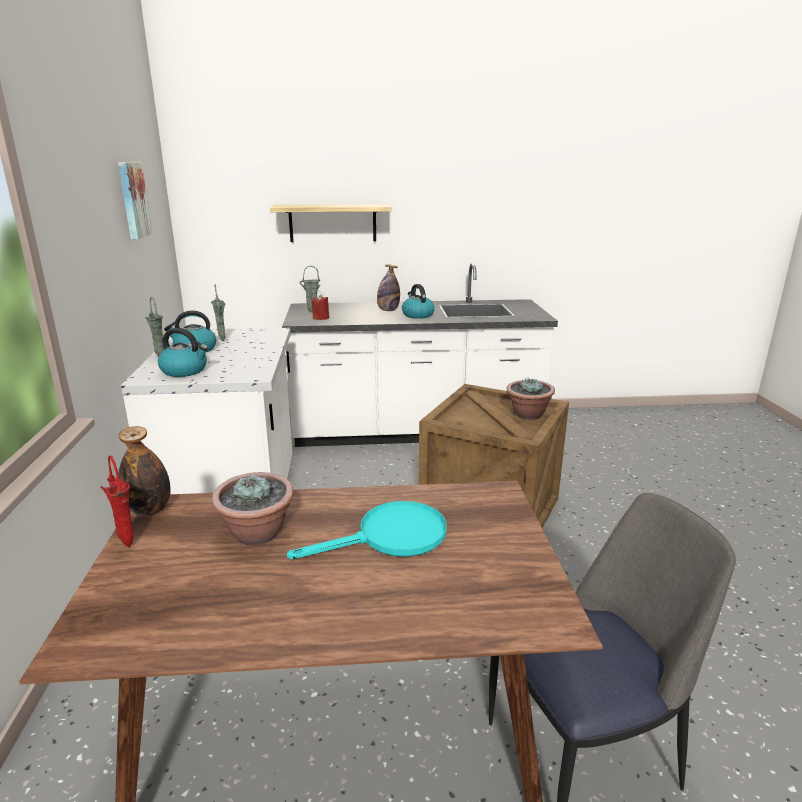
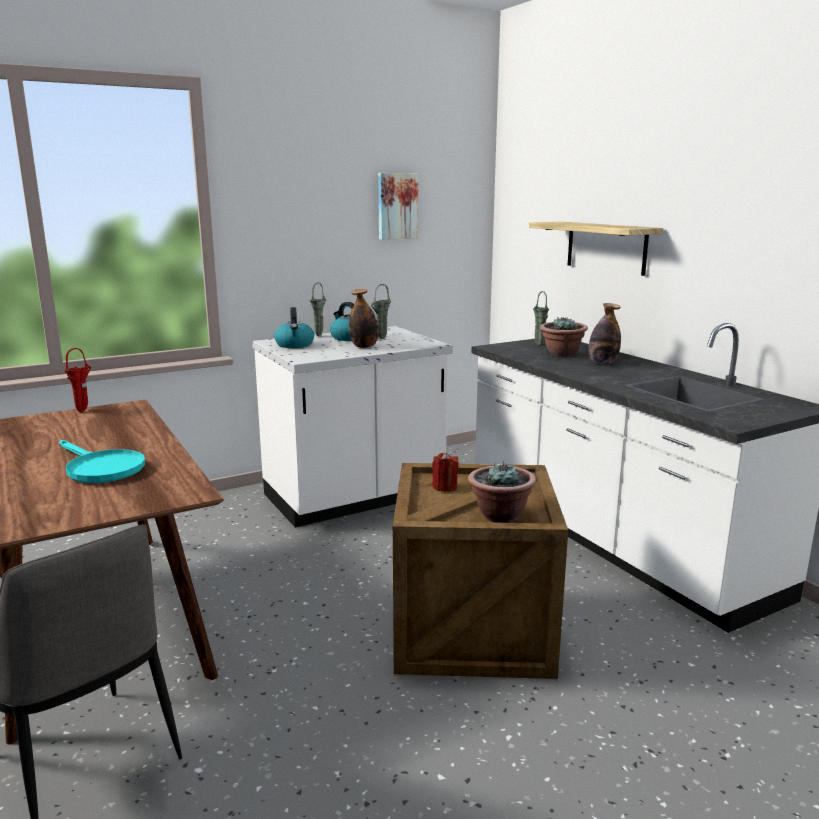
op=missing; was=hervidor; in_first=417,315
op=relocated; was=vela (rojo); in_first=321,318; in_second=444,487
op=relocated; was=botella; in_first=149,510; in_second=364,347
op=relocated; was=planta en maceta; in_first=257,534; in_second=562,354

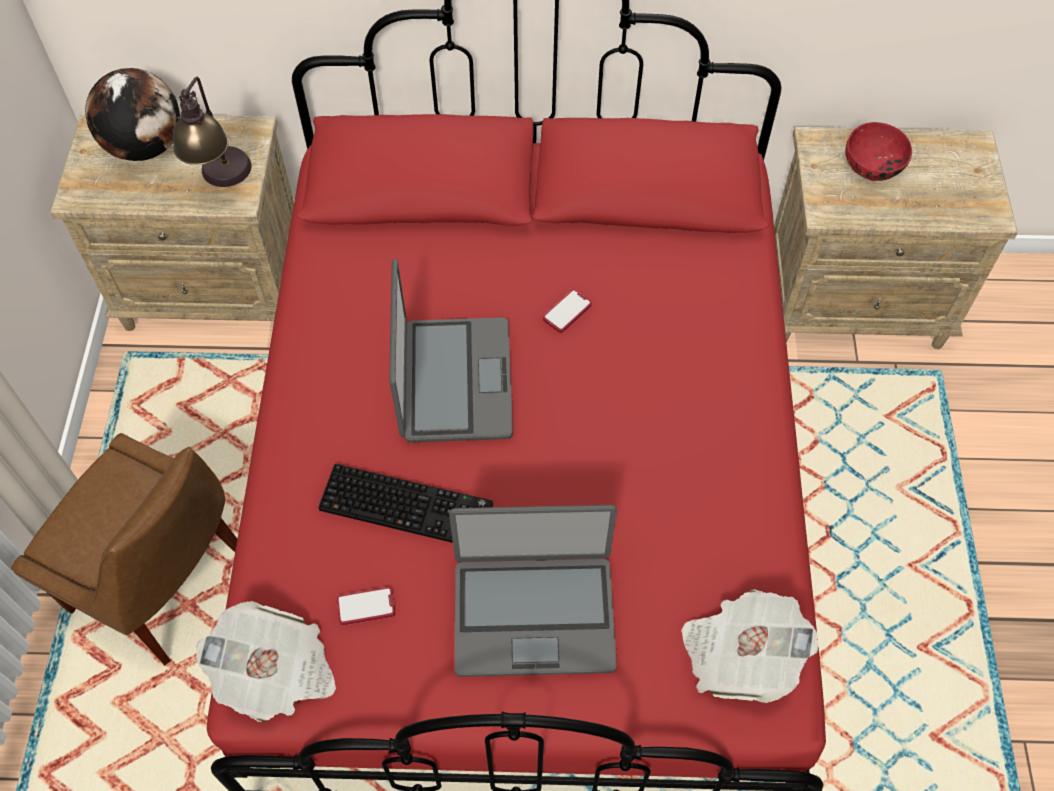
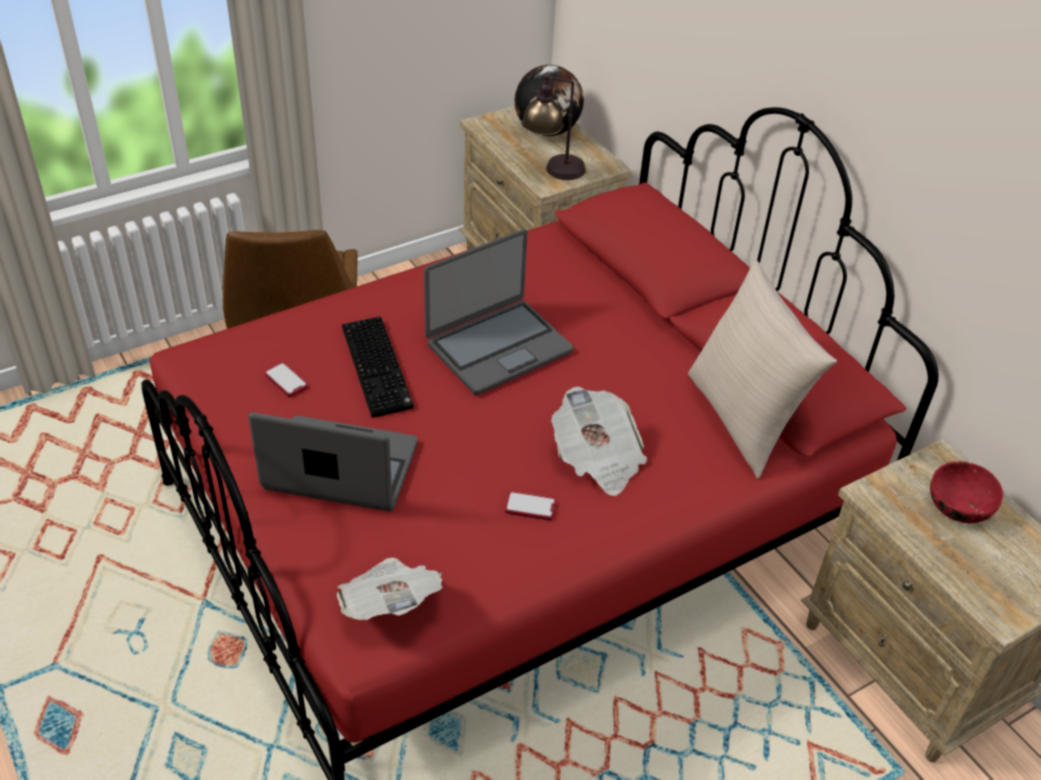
op=relocated; was=móvil; in_first=567,312; in_second=530,507
op=spun; was=portátil; in_first=534,614; in_second=340,468; clockwise=135
op=relocated; was=periódico; in_first=276,673; in_second=597,459
op=appeared; now=cojín (beis); in_second=743,419

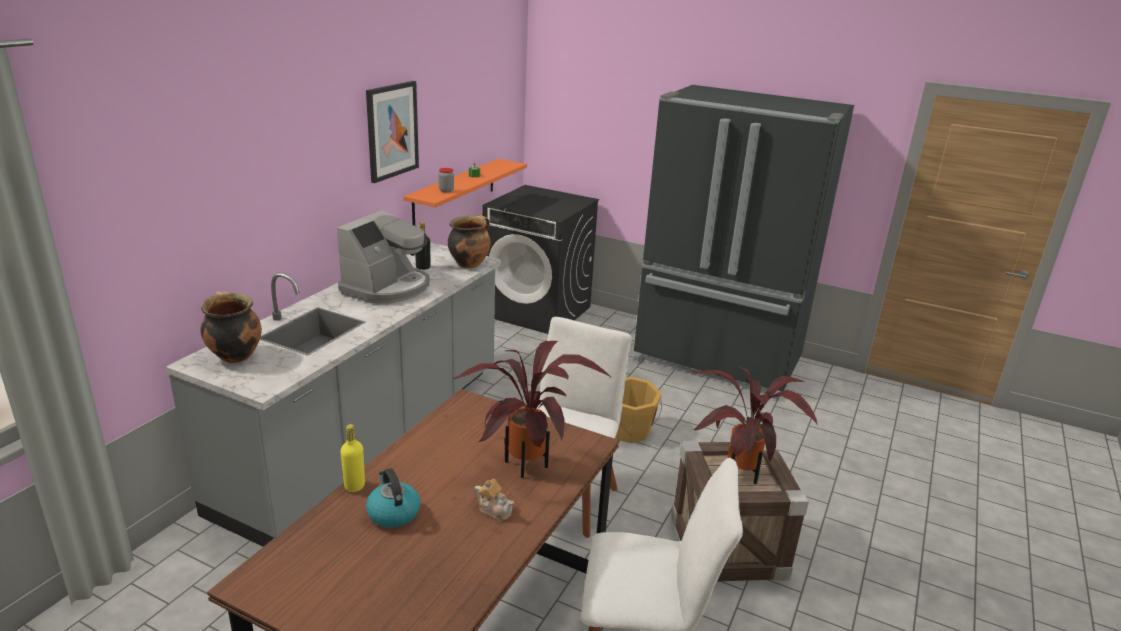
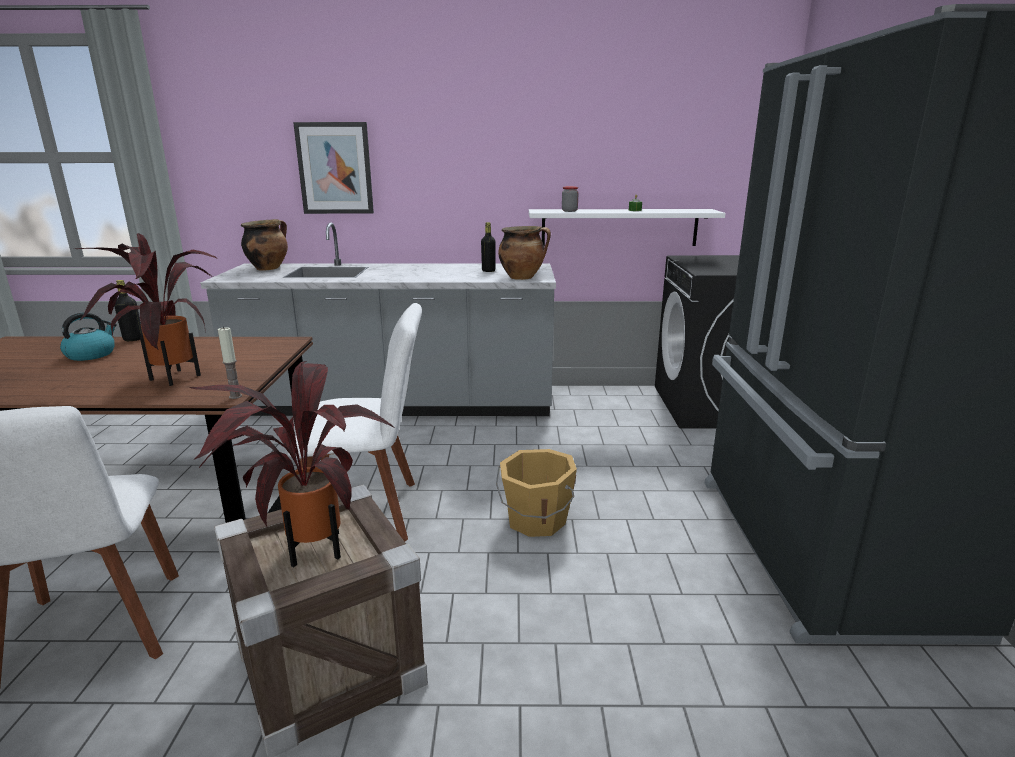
op=relocated; was=cuadro; in_first=392,130; in_second=335,168
op=colour; was=estante (naranja); now=estante (blanco); in_first=455,191; in_second=619,227
op=missing; was=cafetera; in_first=387,288
op=colour; was=botella (amarillo); now=botella (negro); in_first=354,486; in_second=133,339
op=missing; was=tetera; in_first=494,510
op=appeared; now=vela; in_second=235,396

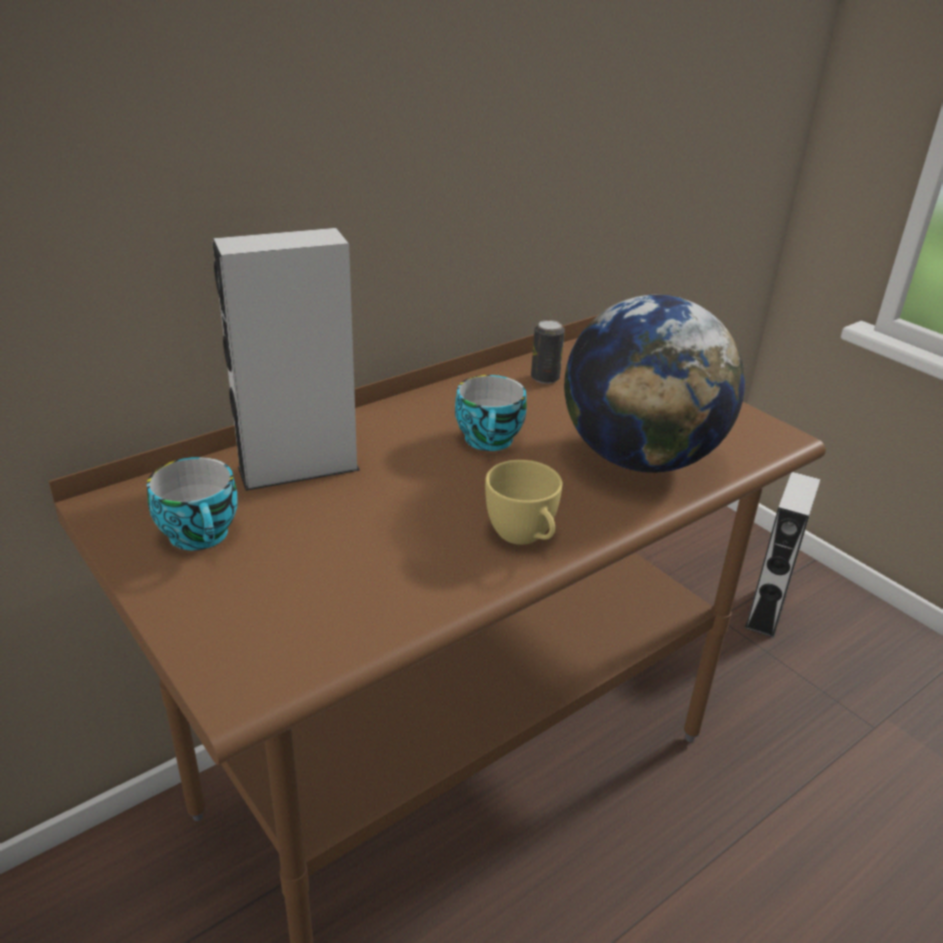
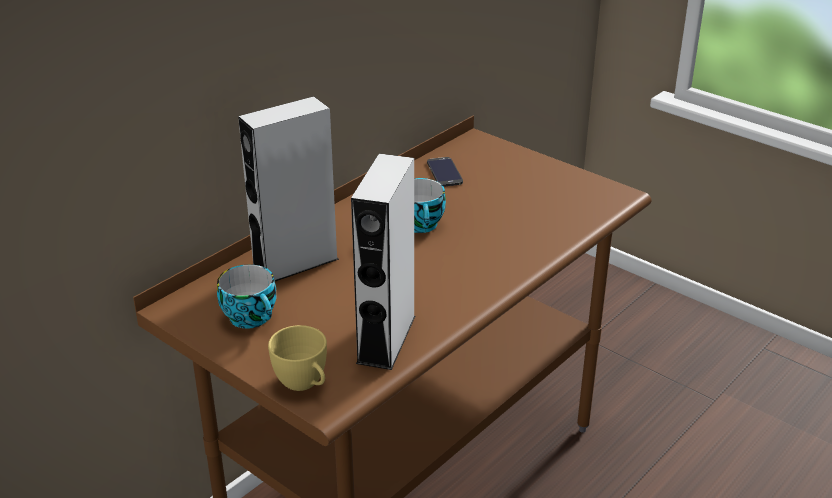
op=missing; was=globo terráqueo; in_first=641,458
op=exchanged; was=lata; now=móvil; in_first=545,378; in_second=444,172
op=relocated; was=taza (amarillo); in_first=524,537; in_second=304,384
op=relocated; was=altavoz (gris); in_first=766,611; in_second=386,339

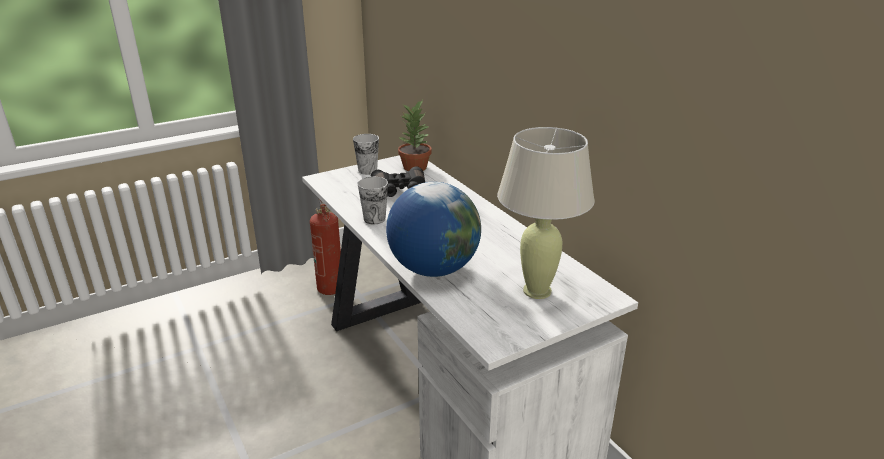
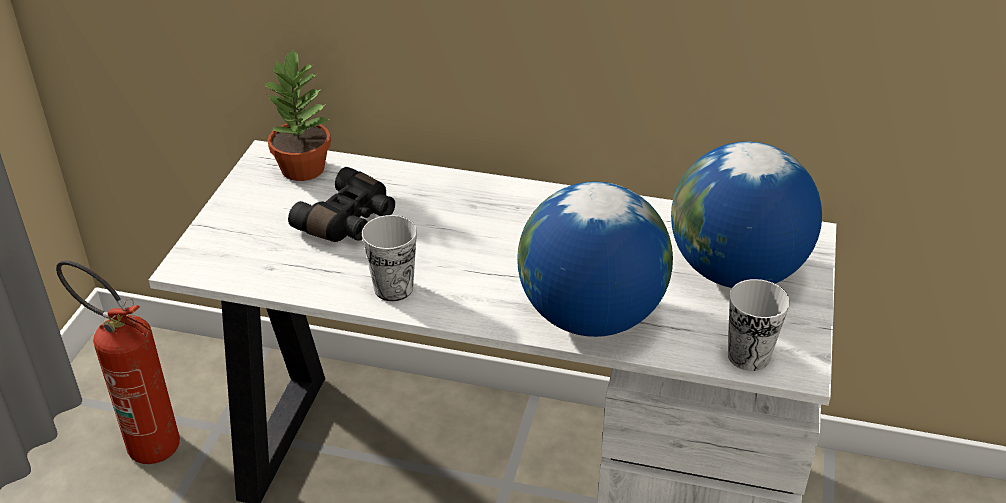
op=exchanged; was=lámpara de mesa (beis); now=globo terráqueo; in_first=537,290; in_second=735,272
op=relocated; was=taza; in_first=367,170; in_second=748,356

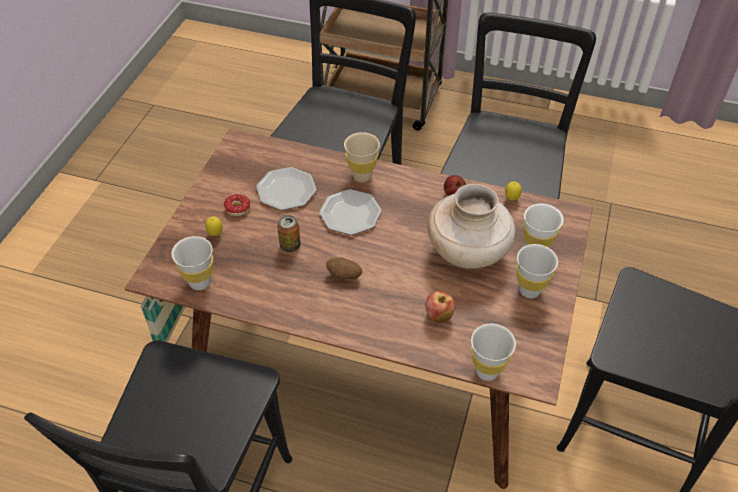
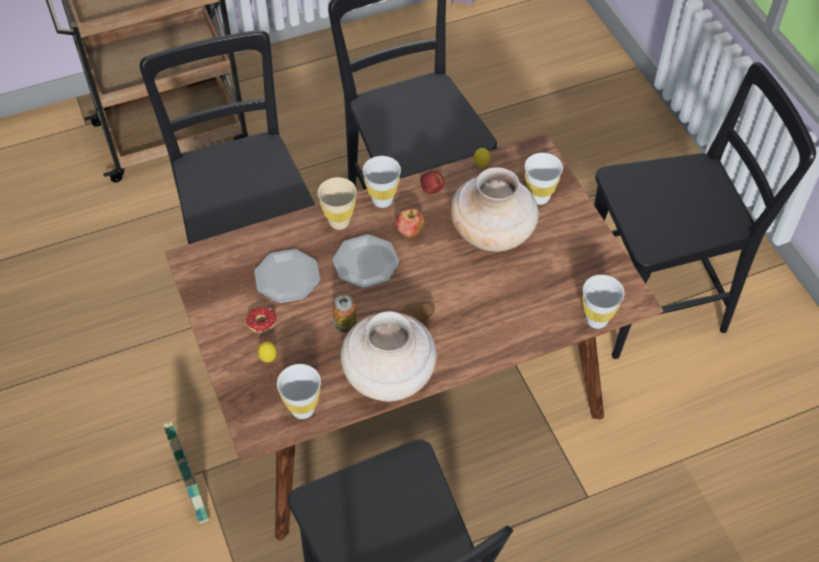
op=relocated; was=taza (blanco); in_first=529,290; in_second=382,200
op=relocated; was=manzana; in_first=438,316; in_second=410,232
op=appeared; now=florero (beis); in_second=389,377

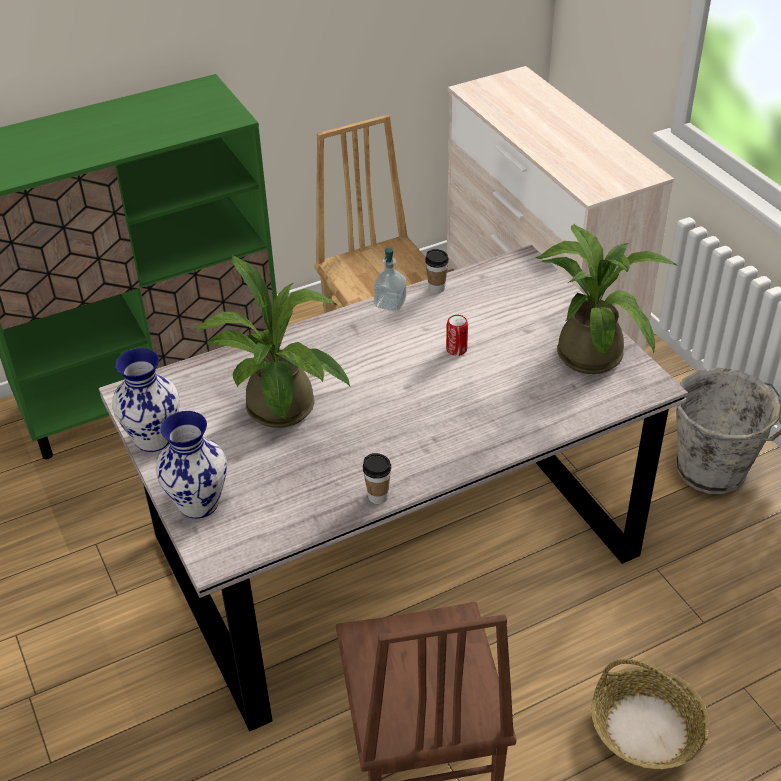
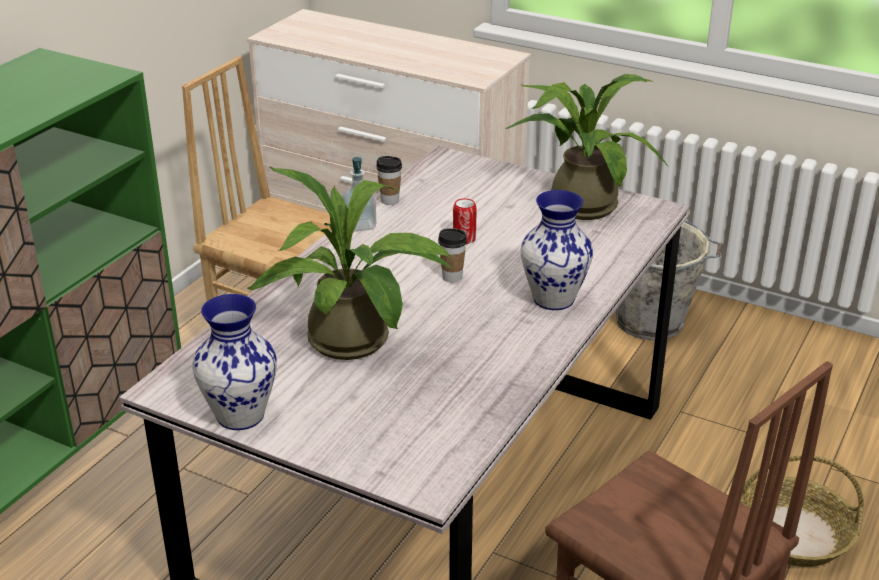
op=relocated; was=florero; in_first=198,503; in_second=552,299
op=relocated; was=taza; in_first=378,496; in_second=452,277

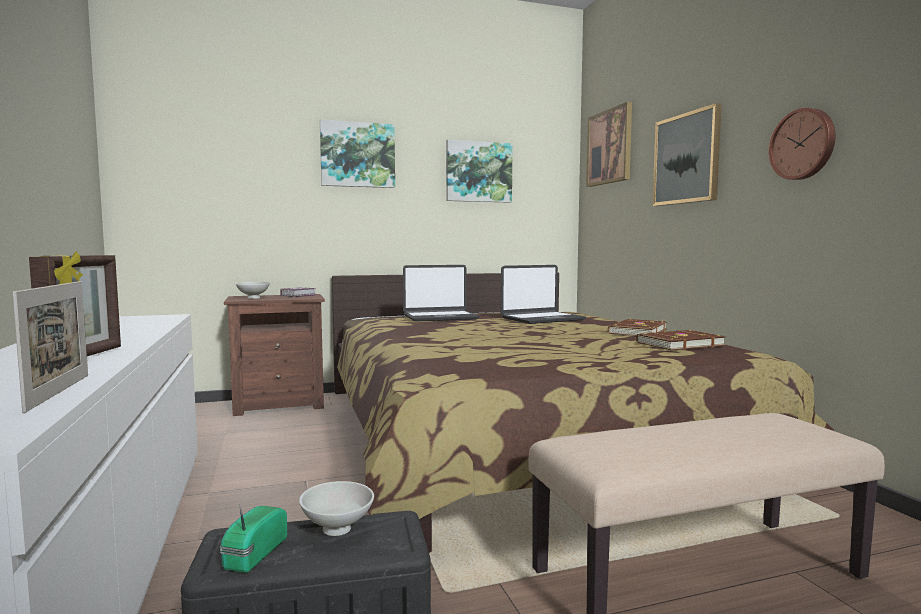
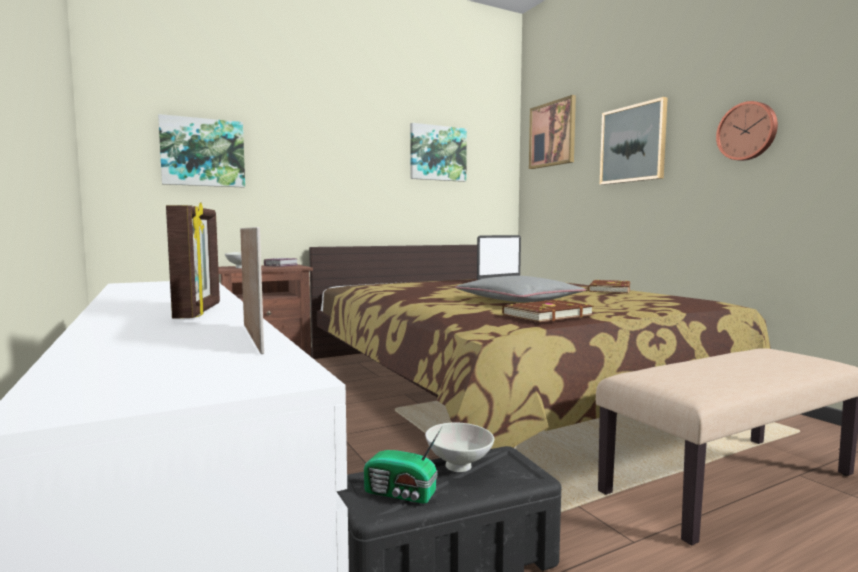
op=relocated; was=cuadro; in_first=357,155; in_second=203,152
op=missing; was=portátil; in_first=440,317
op=relocated; was=libro (marrón); in_first=678,344; in_second=546,315
op=spun; was=radio; in_first=253,554; in_second=401,494; clockwise=-75
op=appeared; now=cojín (gris); in_second=518,300

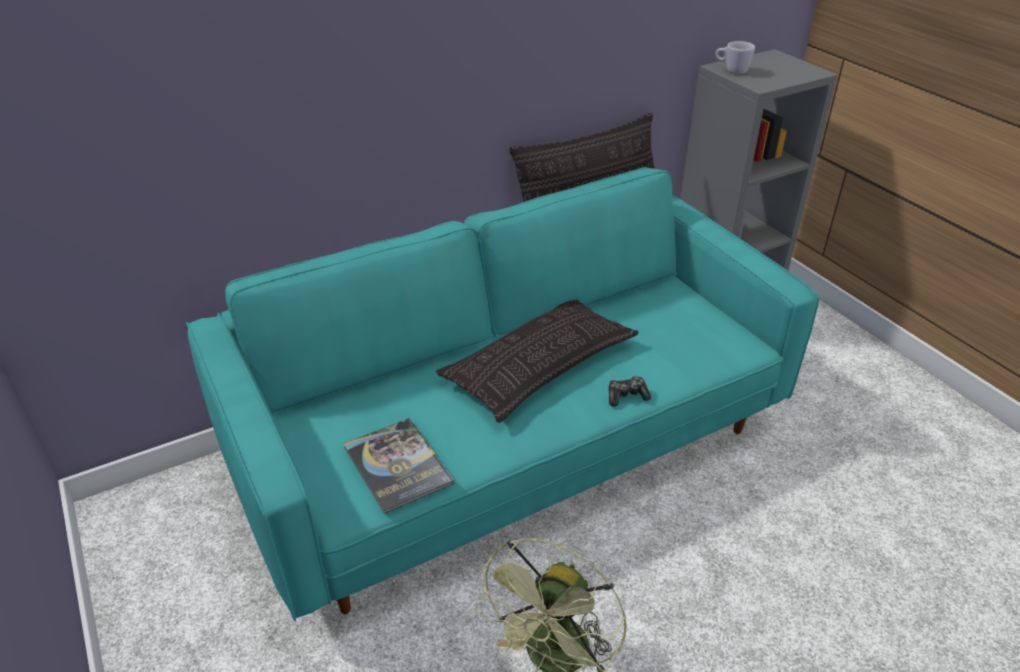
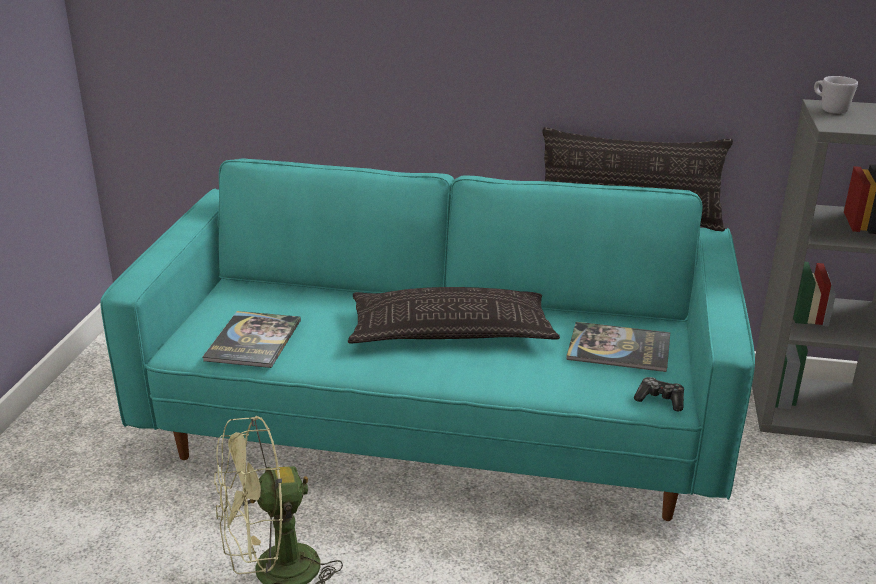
op=relocated; was=mando de consola; in_first=626,396; in_second=660,400
op=appeared; now=libro; in_second=619,348

